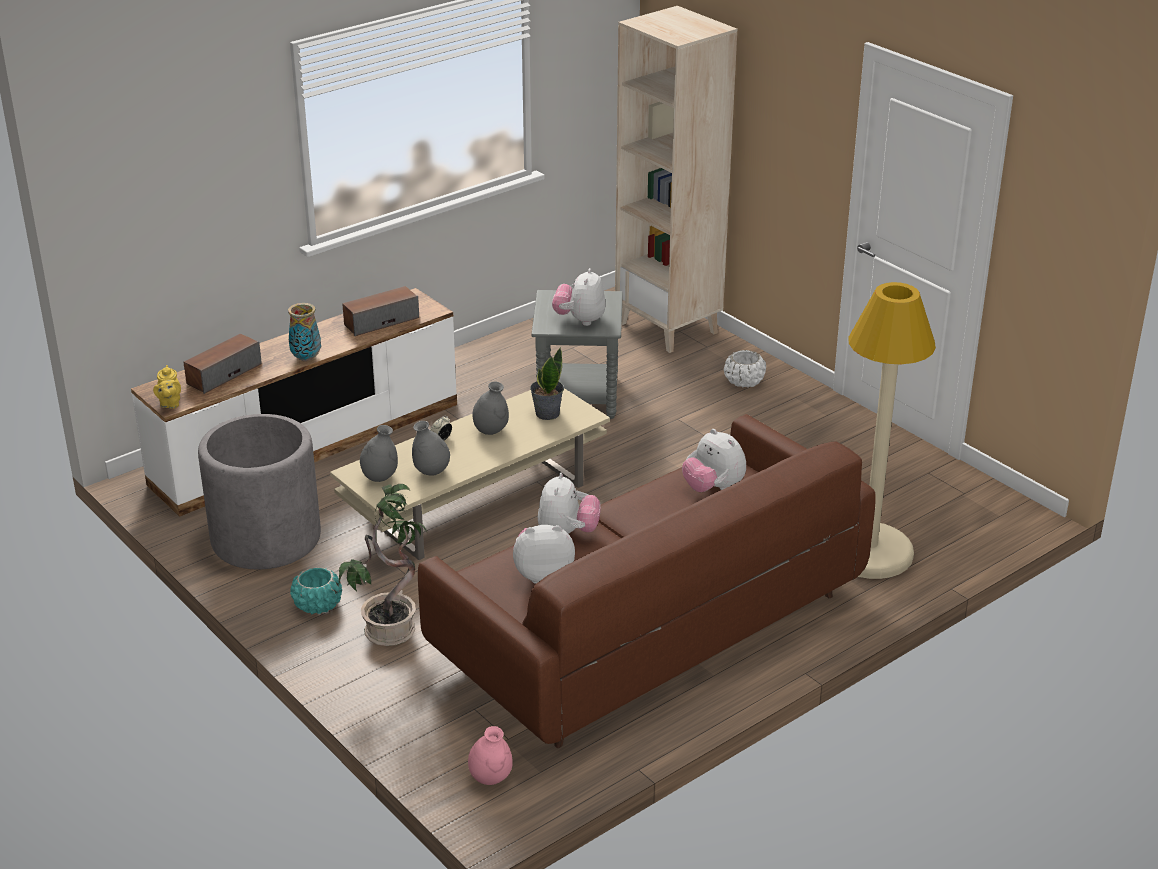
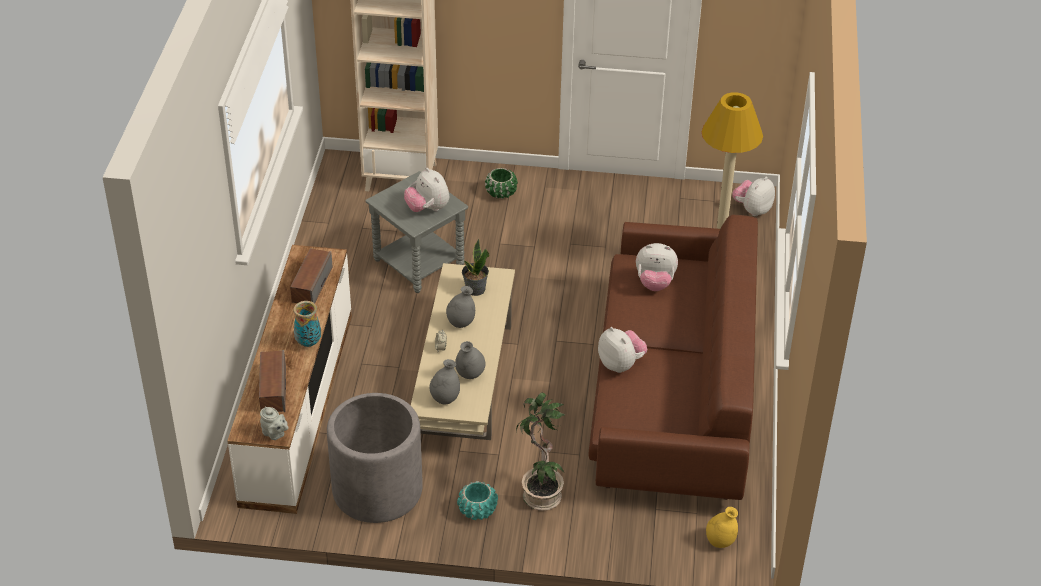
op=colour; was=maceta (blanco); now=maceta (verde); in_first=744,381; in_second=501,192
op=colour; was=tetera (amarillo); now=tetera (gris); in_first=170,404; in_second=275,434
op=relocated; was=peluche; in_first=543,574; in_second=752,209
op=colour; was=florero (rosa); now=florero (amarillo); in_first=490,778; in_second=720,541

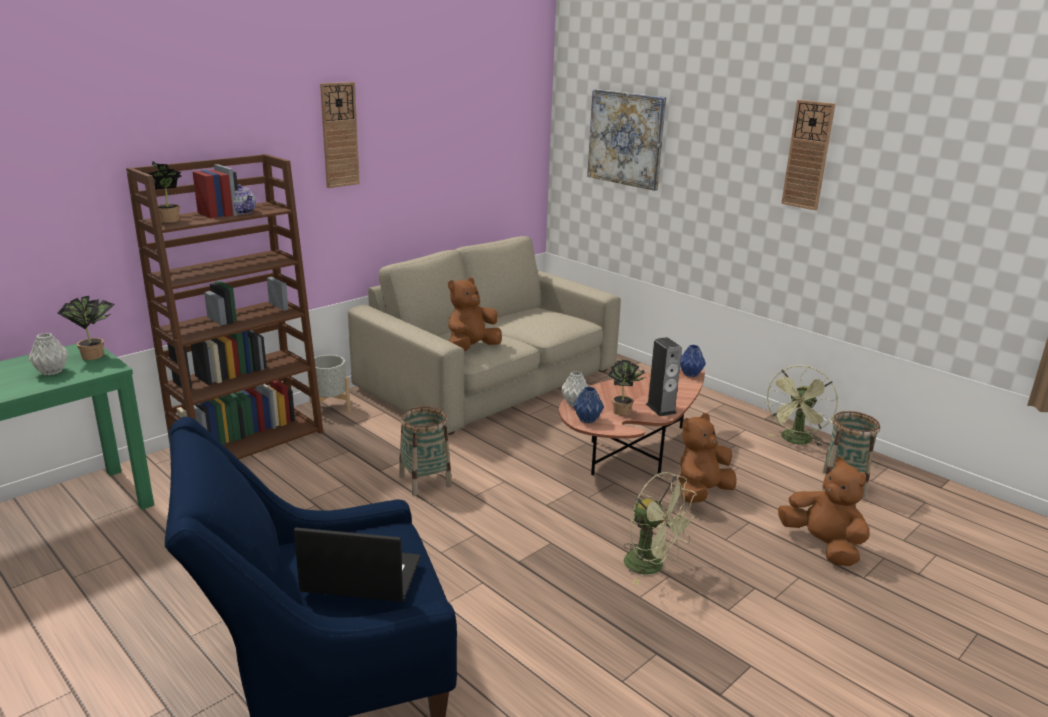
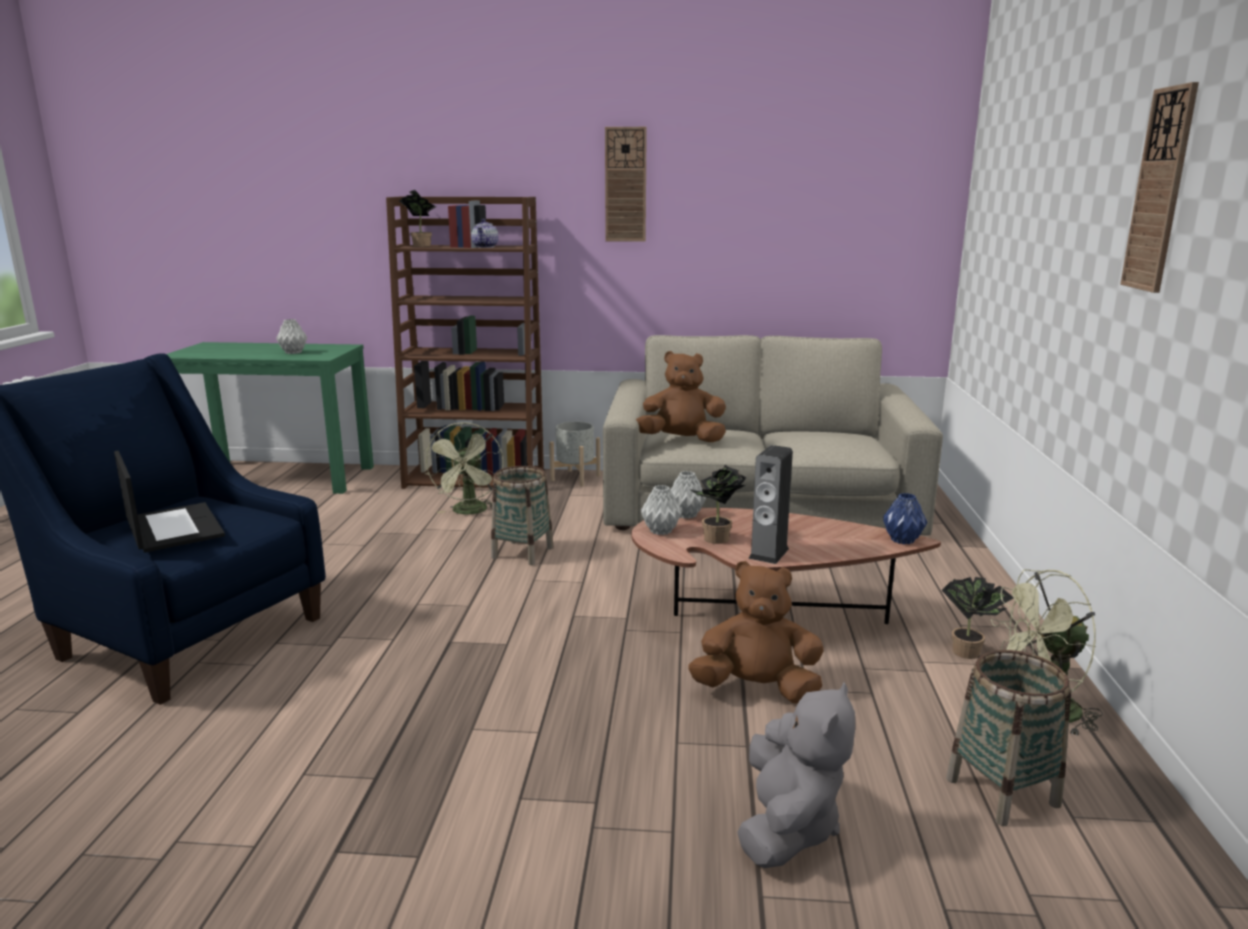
op=missing; was=cuadro; in_first=626,138
op=relocated; was=planta en maceta; in_first=95,355; in_second=969,651
op=colour; was=florero (azul); now=florero (gris); in_first=587,420; in_second=660,531
op=colour; was=peluche (marrón); now=peluche (gris); in_first=822,545; in_second=788,827
op=relocated; was=ventilador (verde); in_first=652,566; in_second=469,512

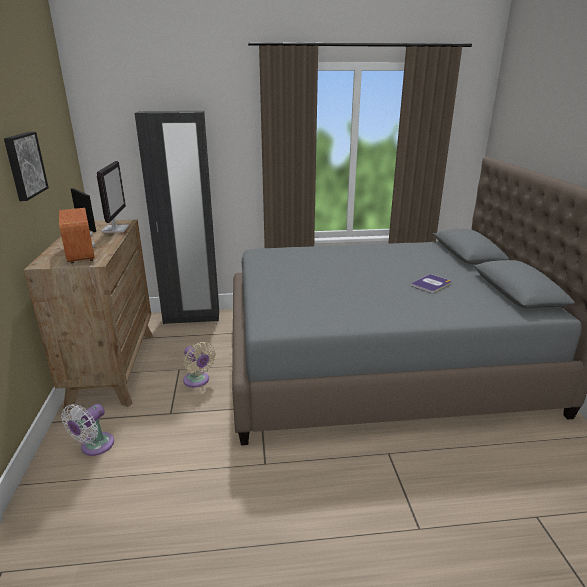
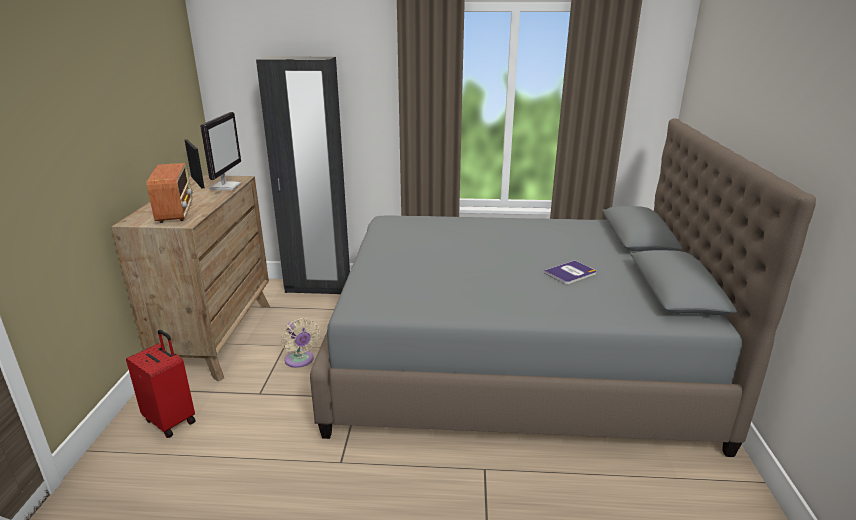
op=missing; was=cuadro; in_first=24,165
op=exchanged; was=ventilador (blanco); now=maleta (rojo); in_first=94,446; in_second=171,420

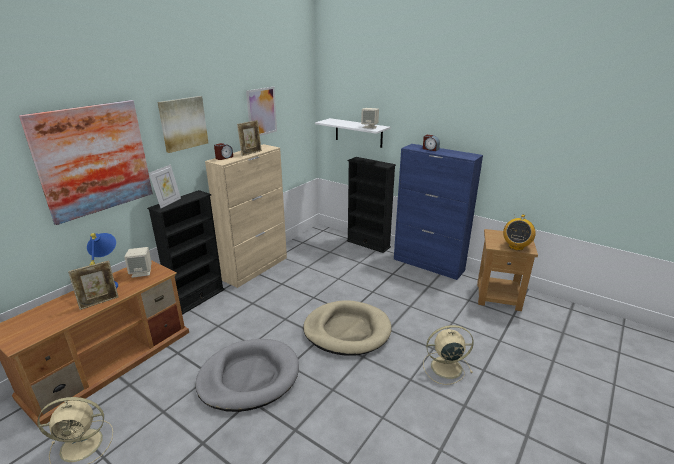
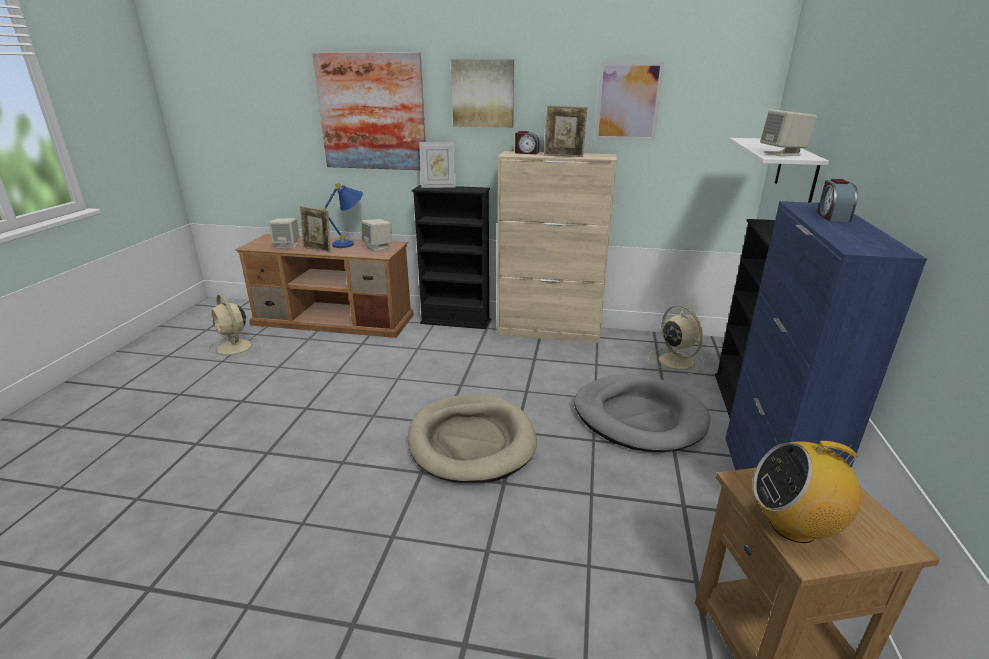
op=relocated; was=ventilador (beis); in_first=444,367; in_second=675,360
op=relocated; was=cama para perro (gris); in_first=249,377; in_second=639,417
op=appeared; now=altavoz (beis); in_second=287,245

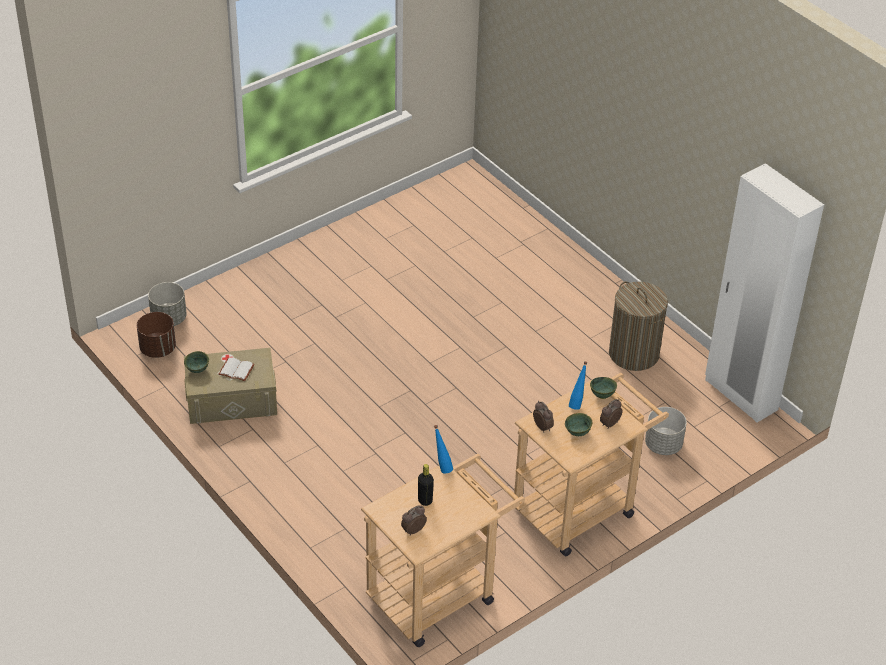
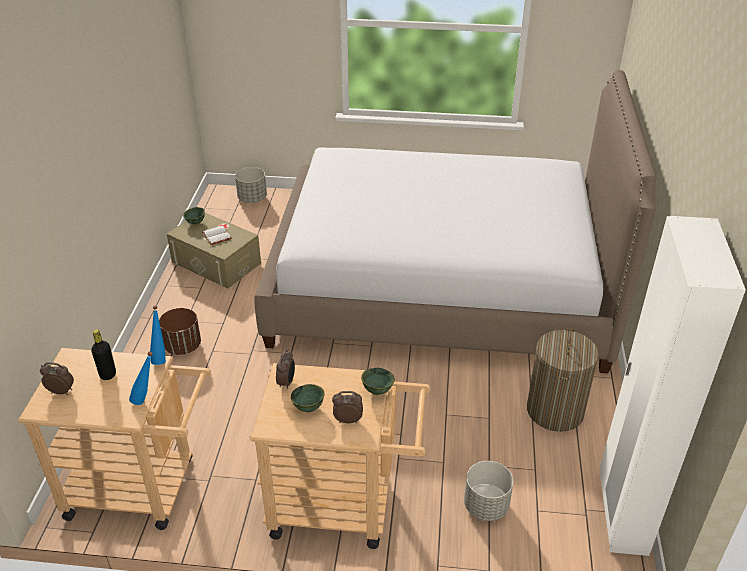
op=relocated; was=maceta (marrón); in_first=158,349; in_second=183,346
op=relocated; was=botella (azul); in_first=577,403; in_second=146,399
op=appeared; now=cama; in_second=441,285

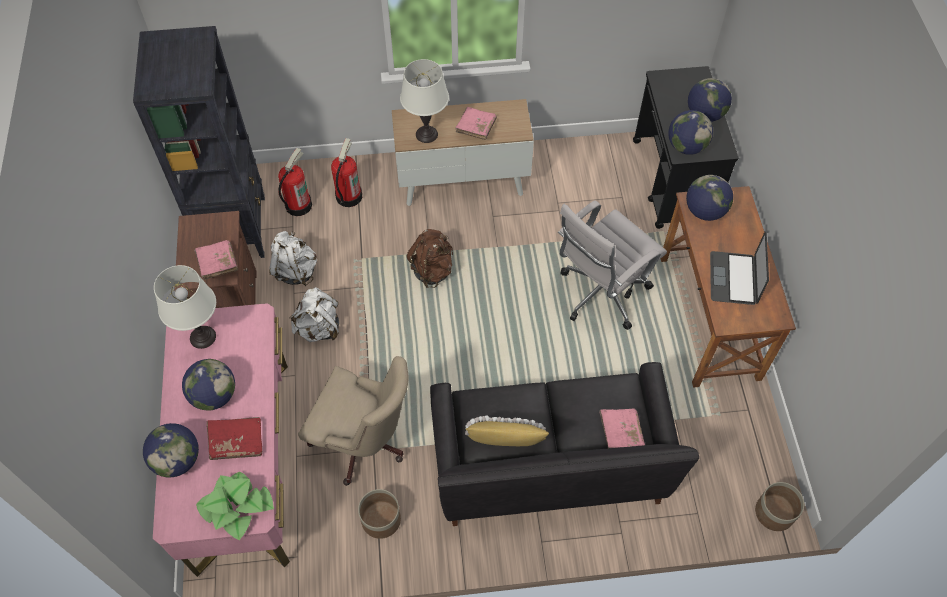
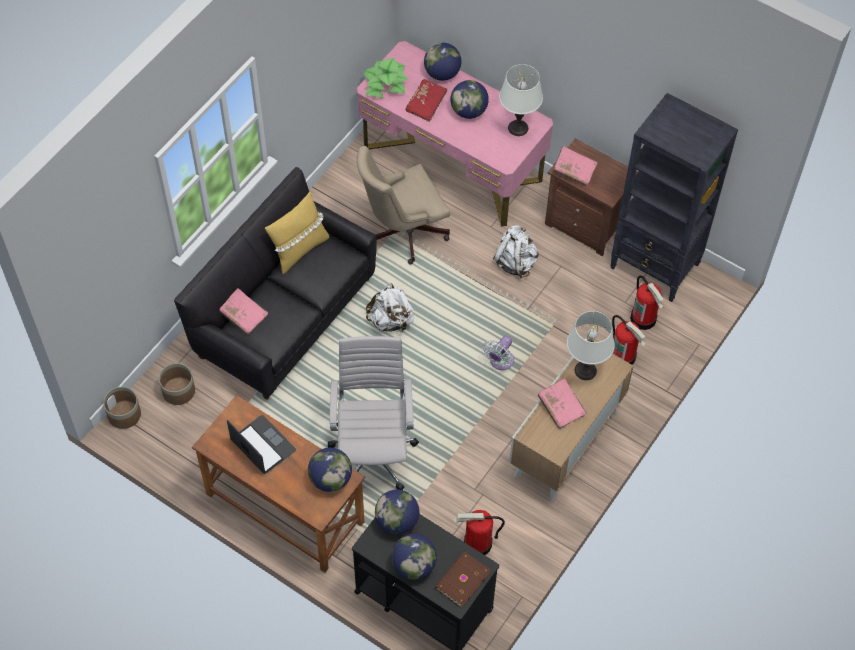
op=exchanged; was=mochila (marrón); now=ventilador (blanco); in_first=432,270; in_second=500,362
op=relocated; was=mochila (blanco); in_first=296,270; in_second=391,320
op=relocated; was=maceta; in_first=381,520; in_second=178,391
op=appeared; now=extintor; in_second=477,544
op=appeared; now=libro (marrón); in_second=461,580

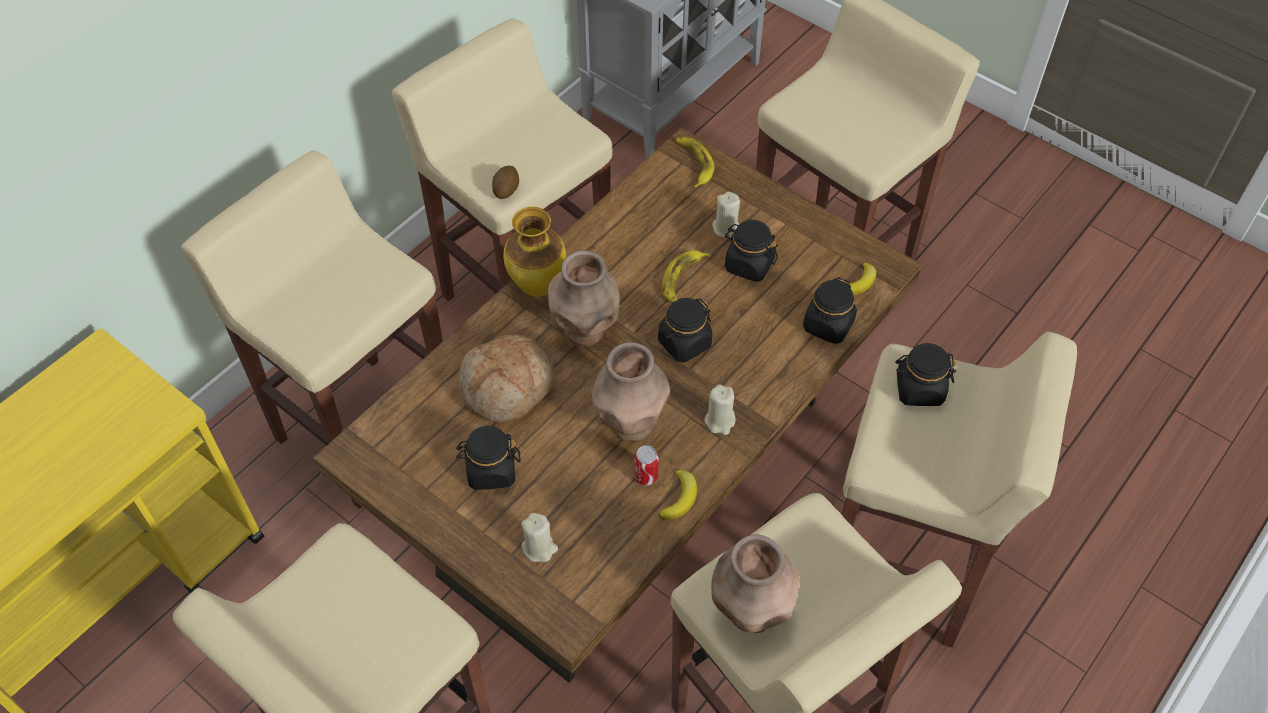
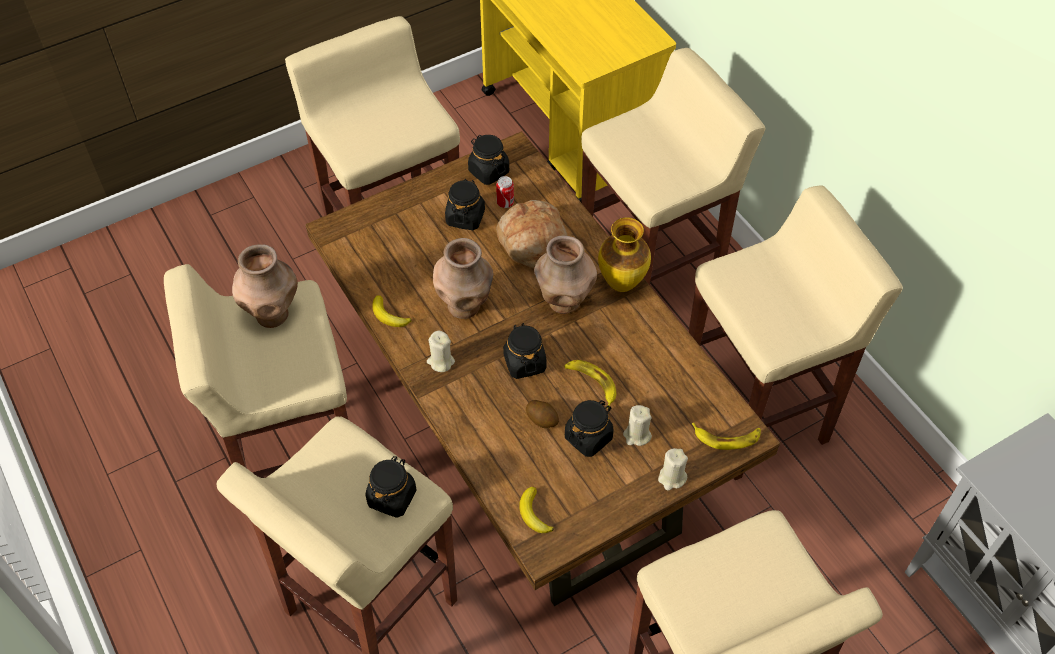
op=relocated; was=patata; in_first=506,189; in_second=542,419
op=relocated; was=tarro (negro); in_first=828,325; in_second=488,171
op=relocated; was=lata; in_first=646,476; in_second=505,203
op=relocated; was=vela (beis); in_first=539,548; in_second=672,478

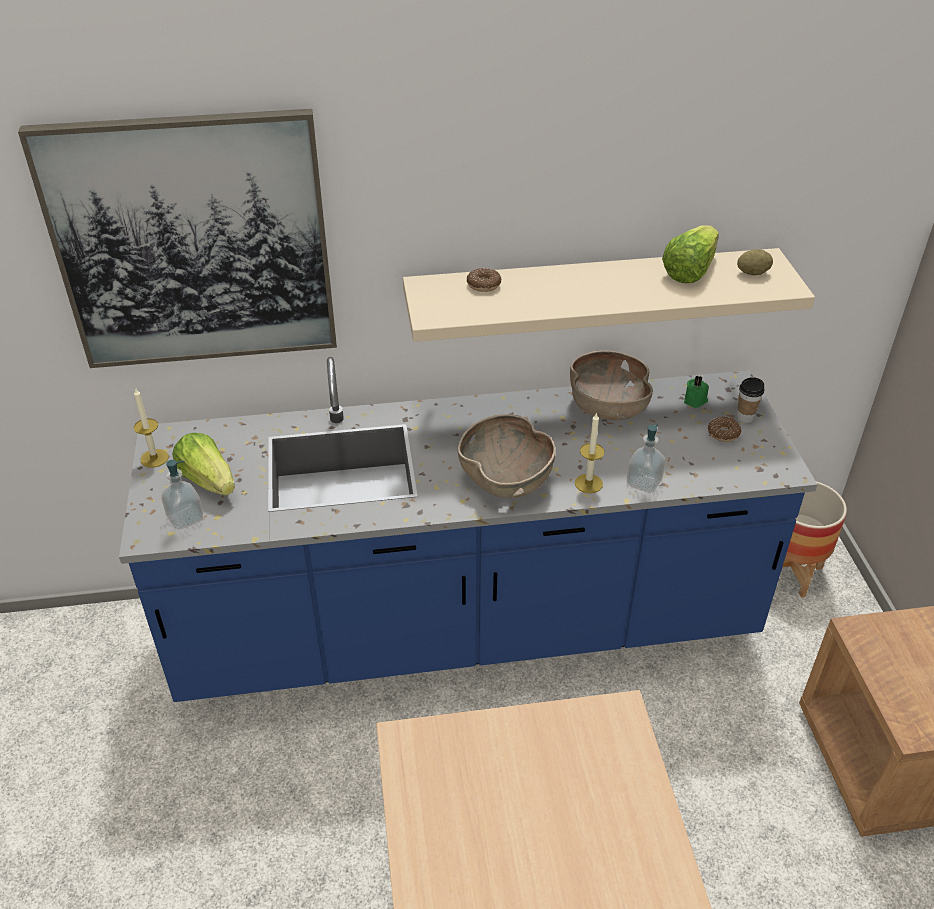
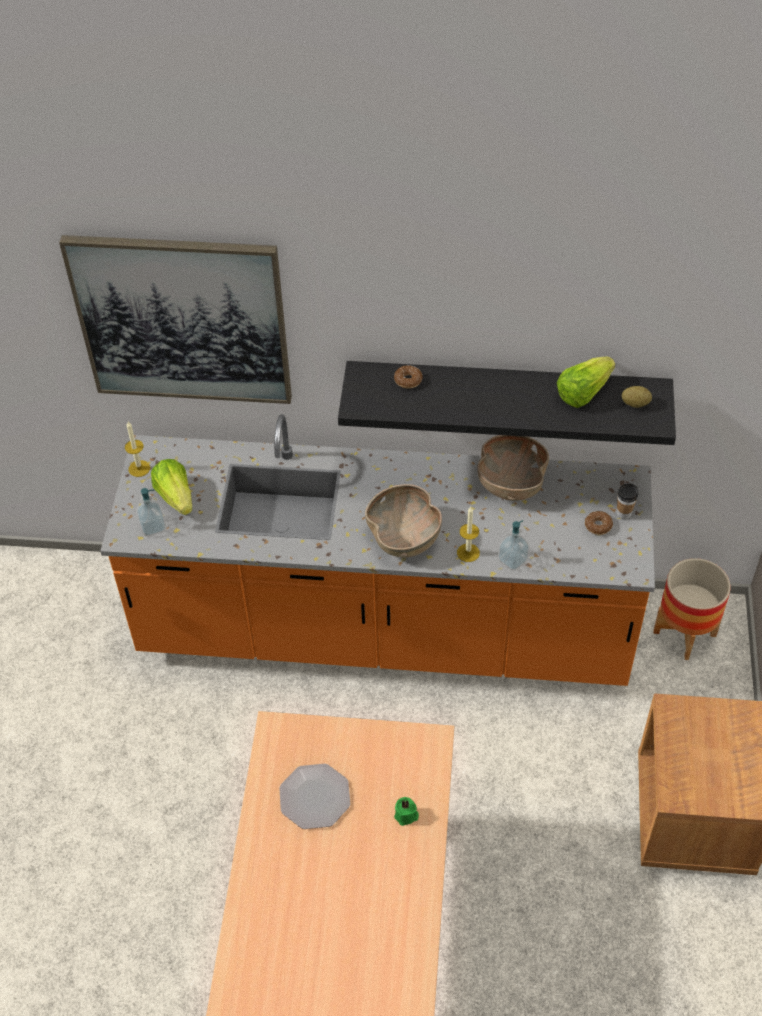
op=colour; was=estante (beis); now=estante (negro); in_first=591,294; in_second=506,391
op=colour; was=mueble bajo de cocina (azul); now=mueble bajo de cocina (naranja); in_first=467,629; in_second=384,632
op=relocated; was=vela (verde); in_first=695,401; in_second=406,816
op=appeared; now=plato; in_second=314,797

